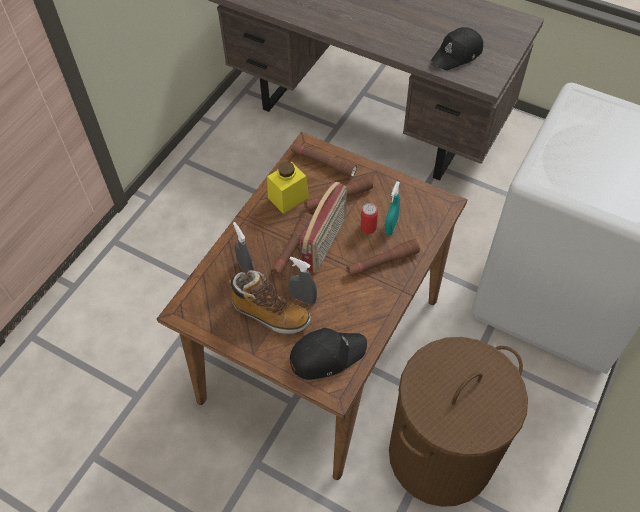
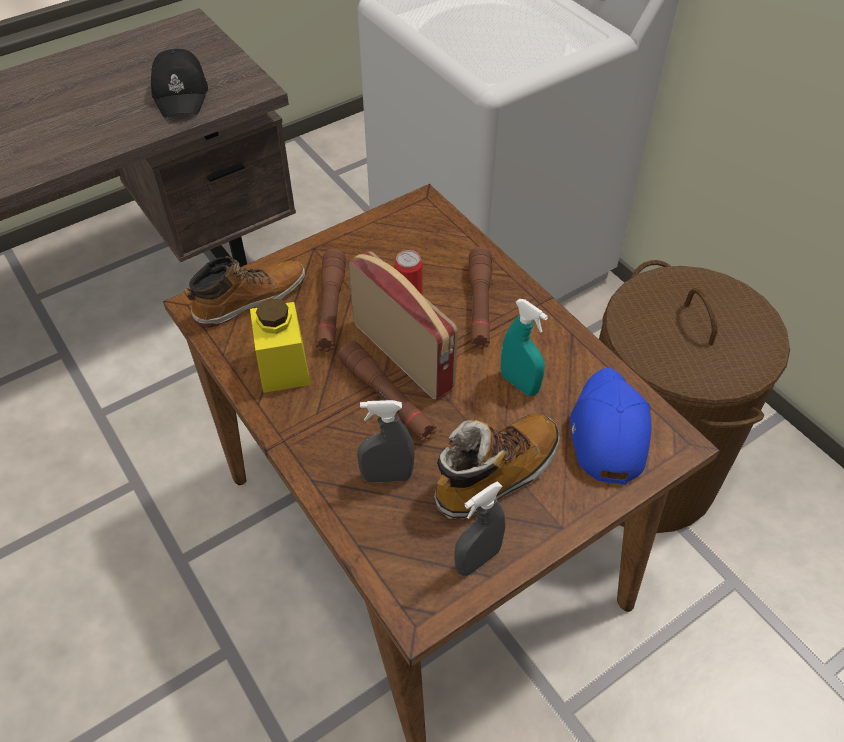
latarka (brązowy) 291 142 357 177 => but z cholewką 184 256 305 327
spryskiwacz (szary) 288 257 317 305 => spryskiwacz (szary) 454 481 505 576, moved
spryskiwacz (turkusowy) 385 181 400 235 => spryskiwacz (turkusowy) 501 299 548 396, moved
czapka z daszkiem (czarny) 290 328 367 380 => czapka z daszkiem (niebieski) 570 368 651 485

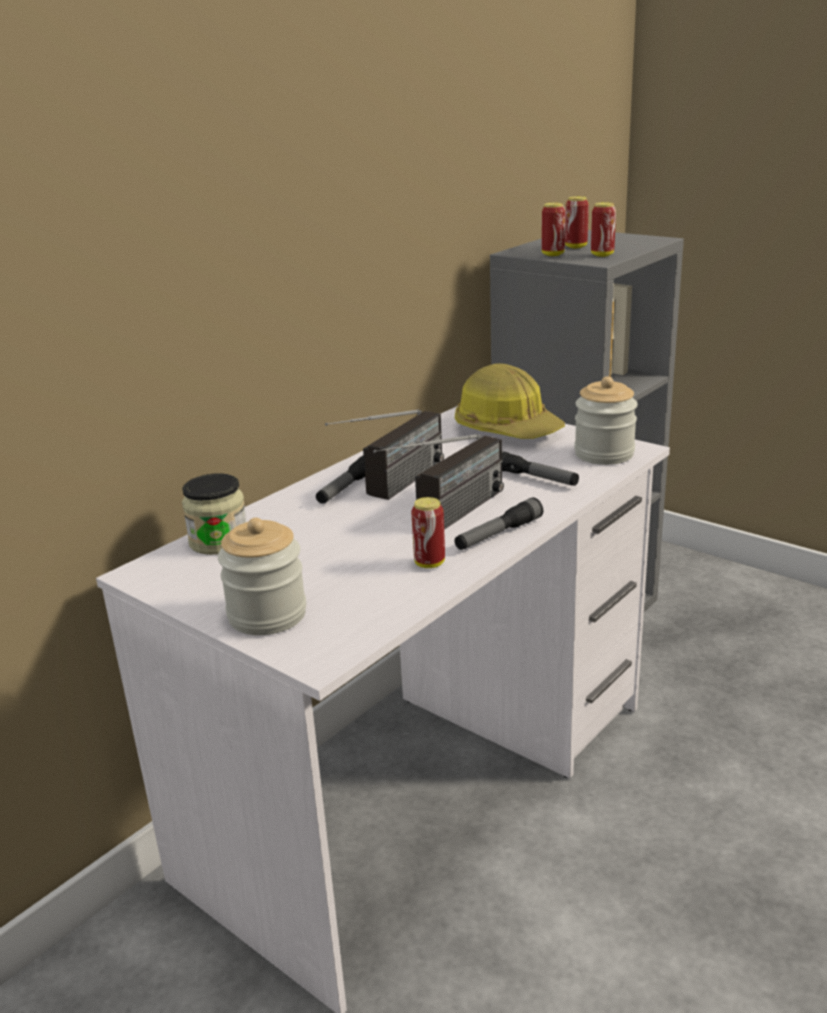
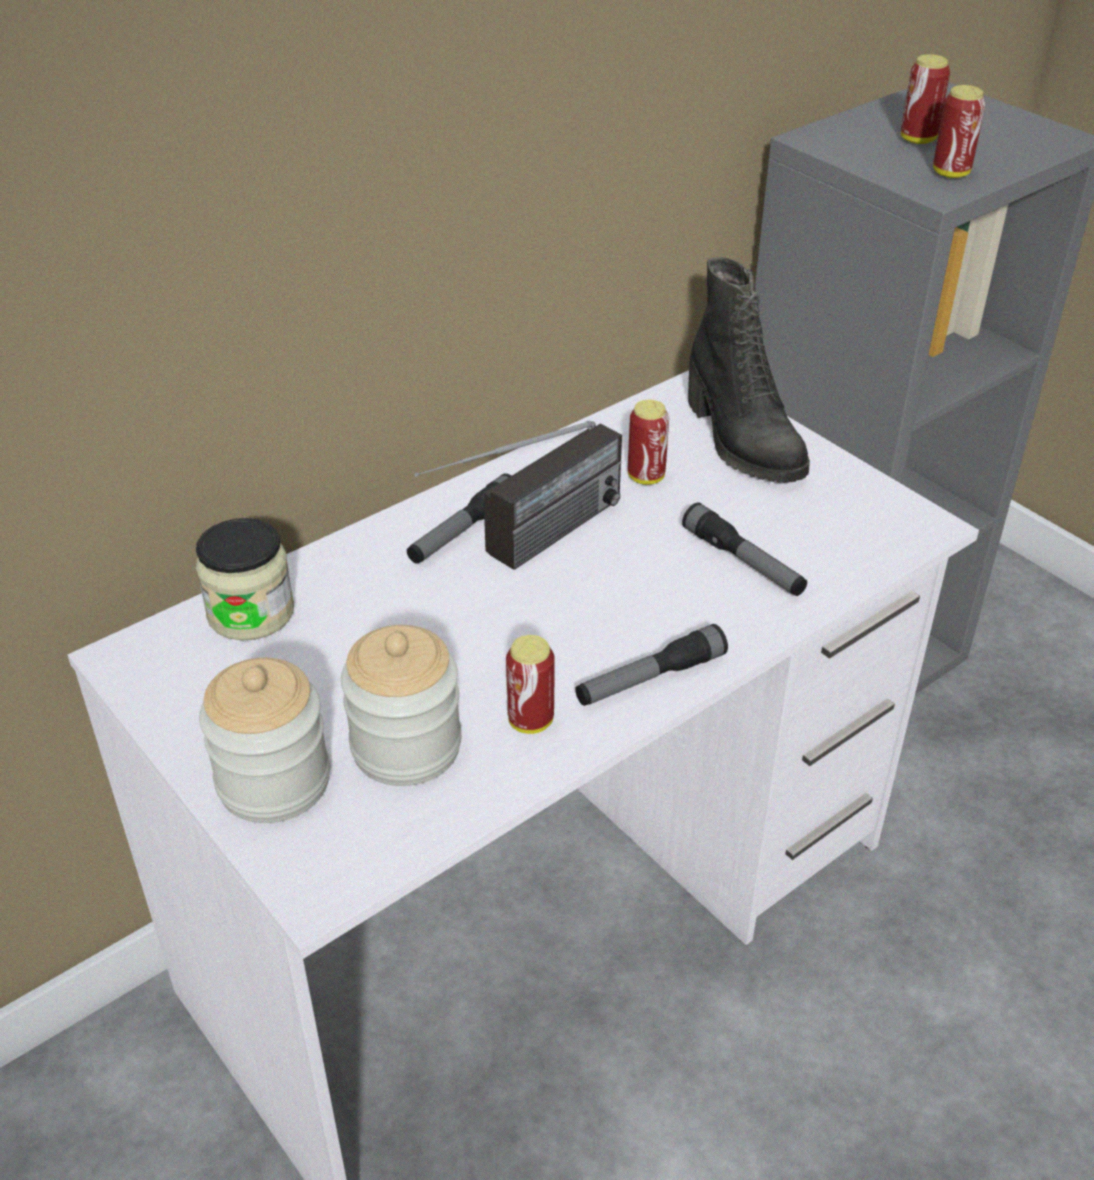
słoik 574 376 638 465 => słoik 341 625 461 786, moved
puszka 542 203 565 256 => puszka 628 400 669 485, moved
kask 455 364 565 439 => but z cholewką (czarny) 688 257 810 483
radio 373 434 504 530 => nothing

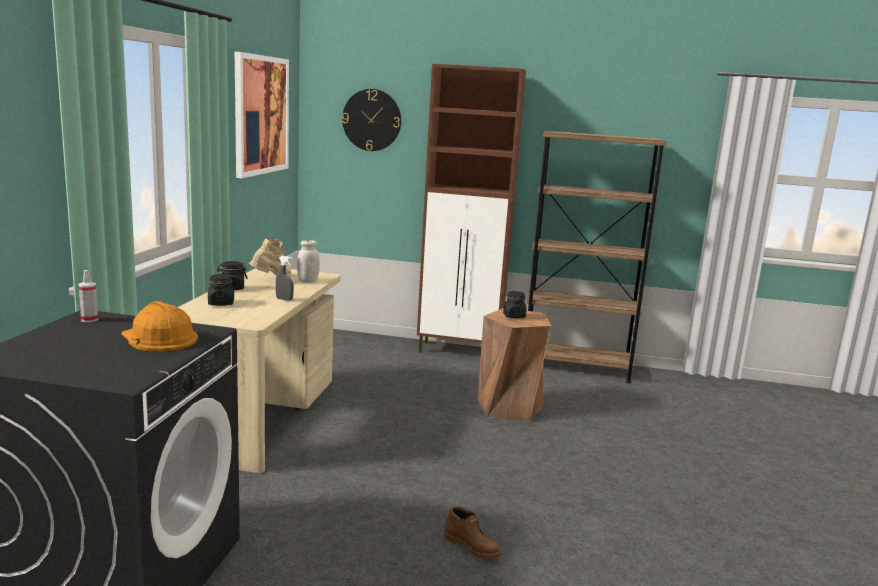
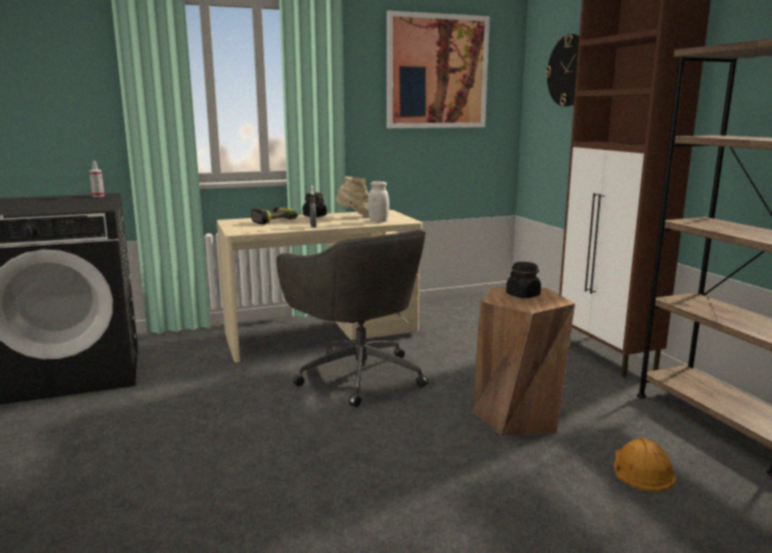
słoik (czarny) 208 274 234 306 => wiertarka 251 207 298 224
nothing => krzesło biurowe (szary) 276 230 428 407
kask (pomarańczowy) 121 301 198 351 => kask (pomarańczowy) 614 438 676 492, moved
but z cholewką (brązowy) 443 506 501 558 => nothing

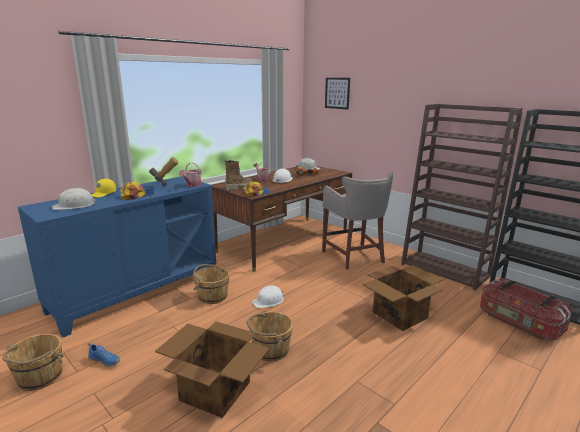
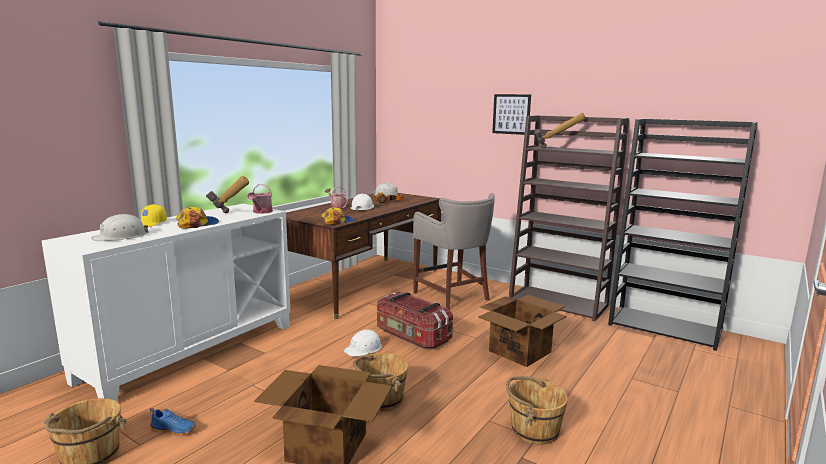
szafka (niebieski) 18 176 216 337 => szafka (biały) 42 204 290 401
pojemnik do przechowywania 480 278 573 341 => pojemnik do przechowywania 377 291 453 349, moved
obraz 325 78 350 110 => obraz 492 94 531 135, moved
wiadro (brązowy) 193 264 230 304 => wiadro (brązowy) 506 376 568 445, moved
nothing => młotek 534 113 586 148
but z cholewką 225 160 252 191 => nothing

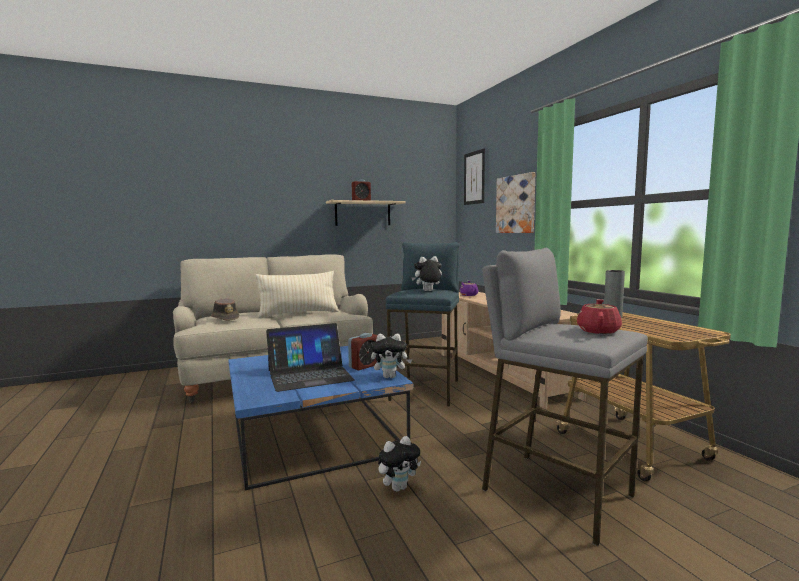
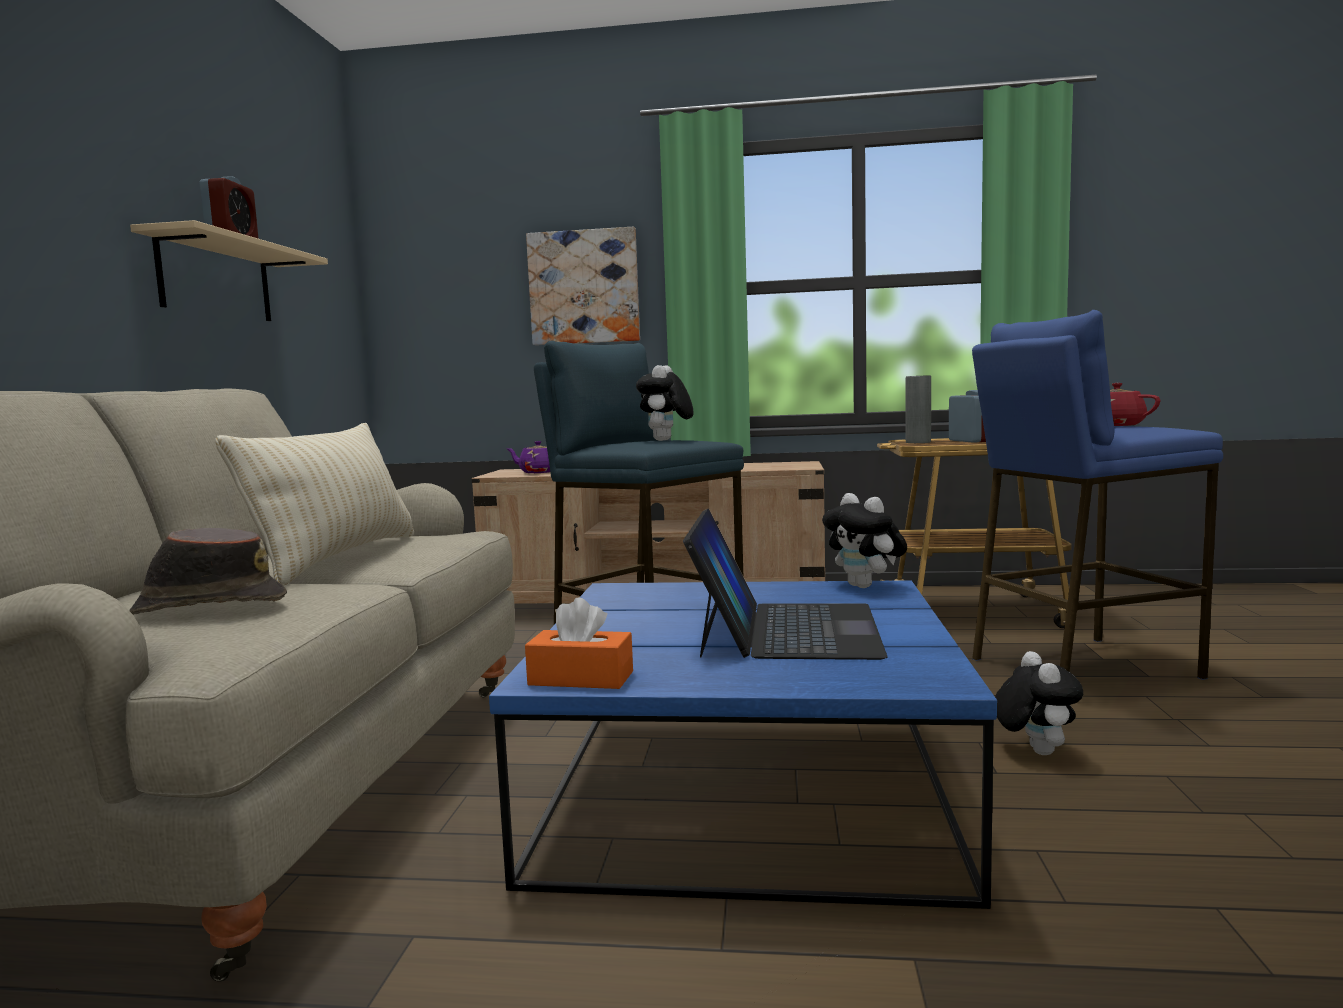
nothing => pudełko chusteczek (pomarańczowy) 525 598 633 689
pluszak 371 334 412 378 => pluszak 822 493 907 588, 120 degrees clockwise
budzik 348 333 378 370 => budzik 949 390 986 443, moved
stołek (szary) 482 248 648 546 => stołek (niebieski) 972 310 1223 680
obraz 464 148 485 205 => nothing

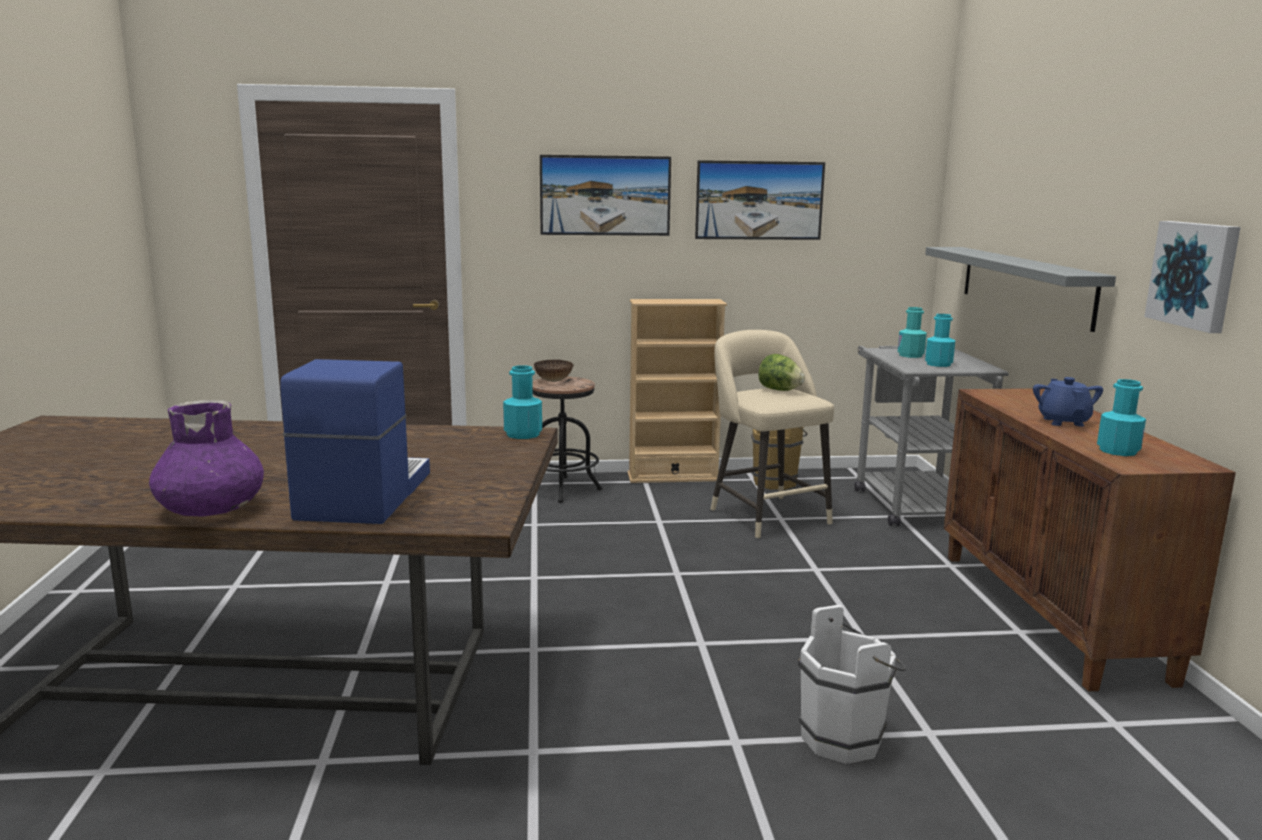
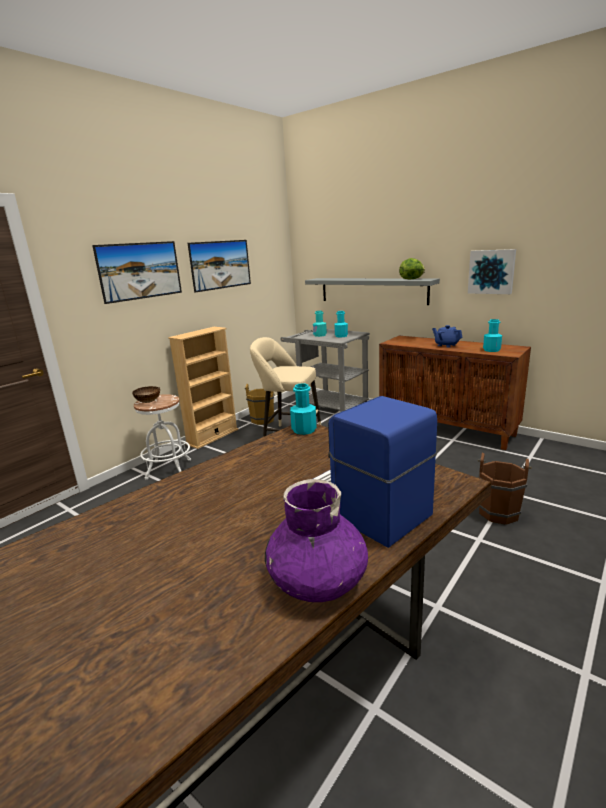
stołek (czarny) 532 377 602 503 => stołek (biały) 134 394 191 479
sałata 758 354 805 391 => sałata 399 258 425 279, moved
wiadro (biały) 798 605 906 764 => wiadro (brązowy) 478 453 532 525

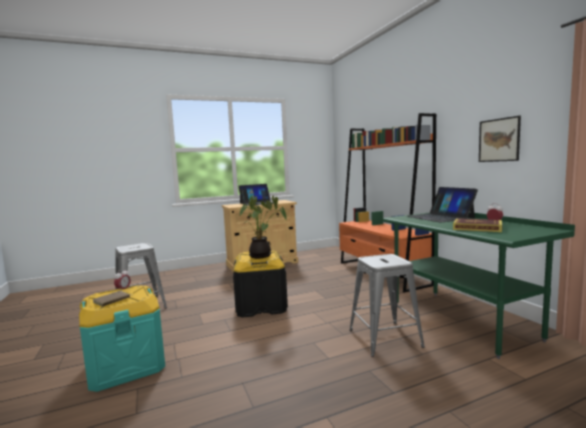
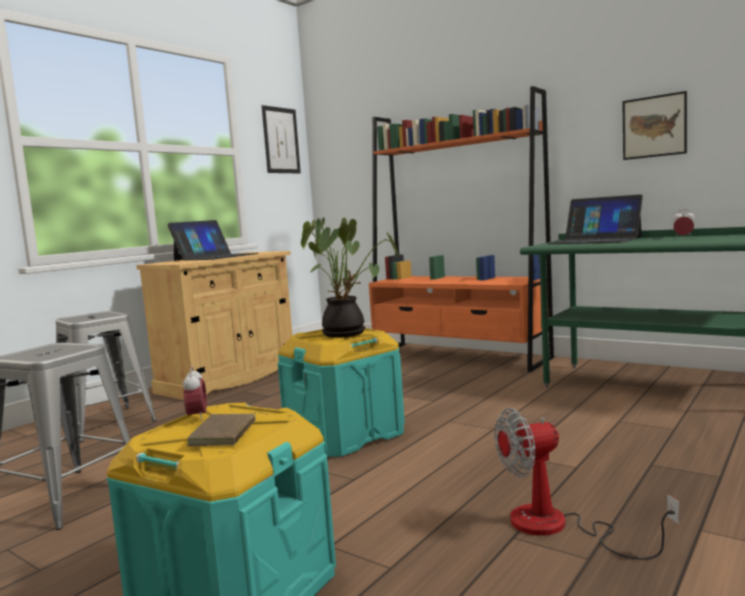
stołek (szary) 350 254 425 357 => stołek (szary) 56 311 156 442, moved
nothing => obraz 262 105 301 173
pojemnik do przechowywania (czarny) 233 250 288 318 => pojemnik do przechowywania (turkusowy) 278 328 405 457
nothing => wentylator 494 408 679 560
książka 453 218 502 232 => nothing

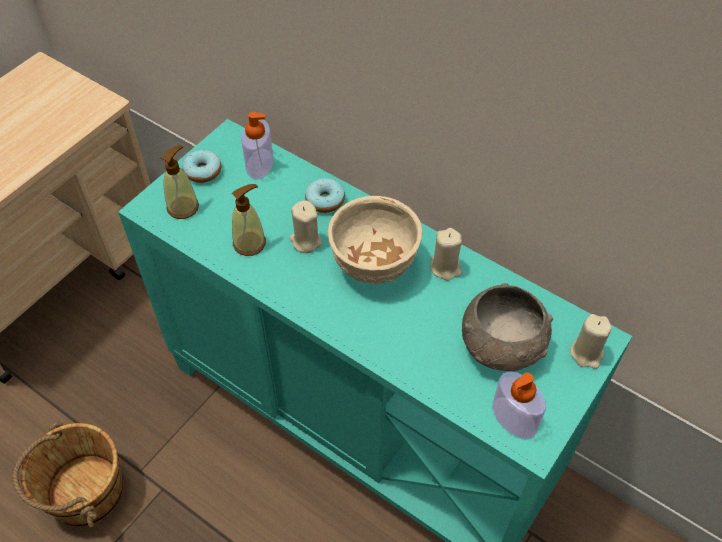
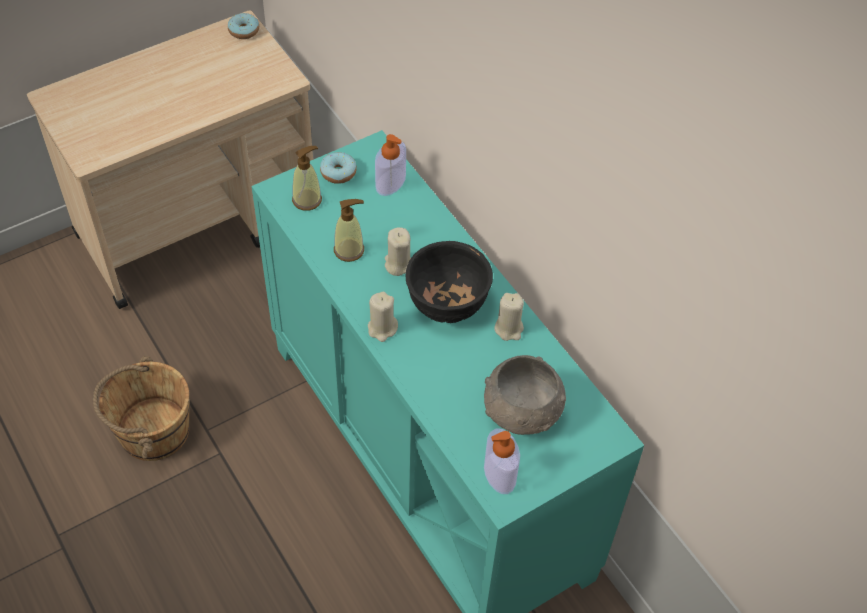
donut 305 178 345 213 => donut 228 13 259 39, moved
świeca (beżowy) 570 314 612 369 => świeca (beżowy) 368 292 398 342, moved
miska (beżowy) 328 196 422 284 => miska (czarny) 406 241 493 323

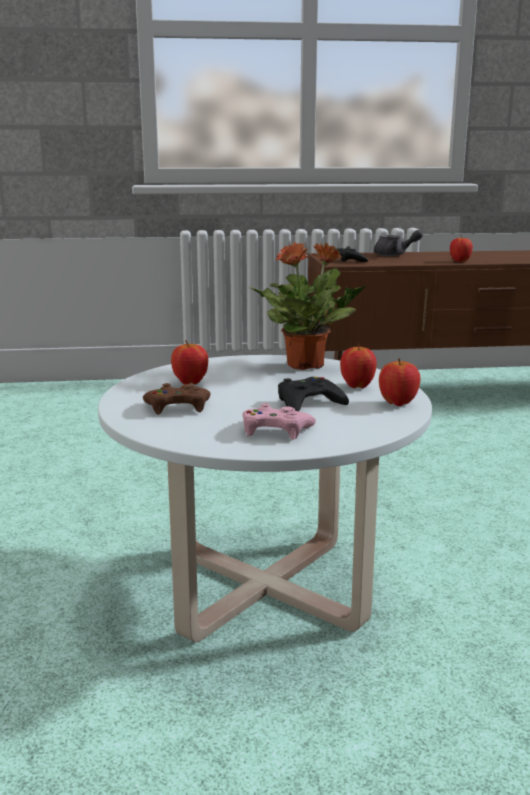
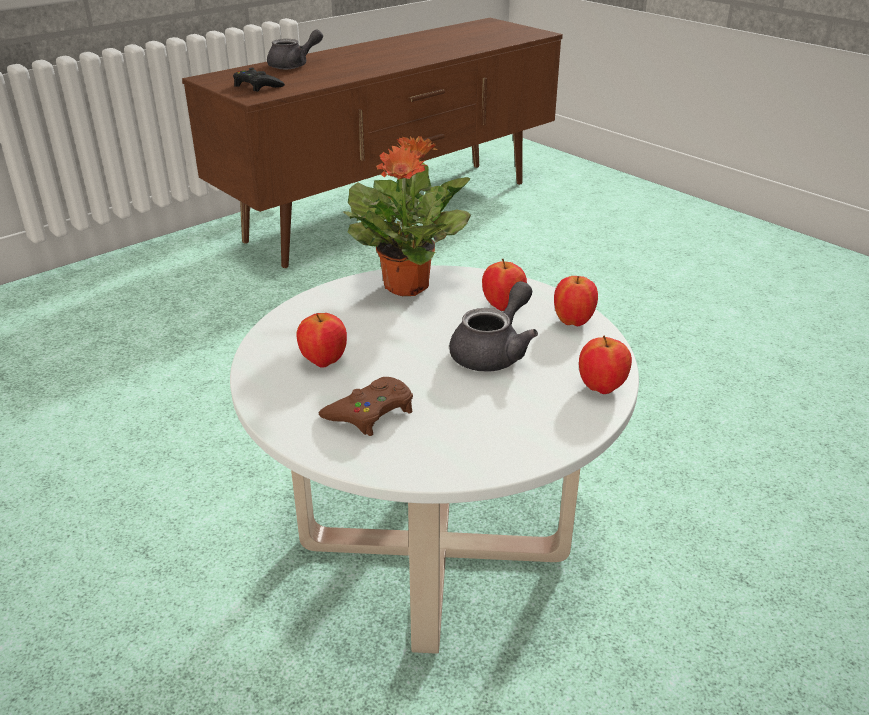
pad do gier (czarny) 278 377 349 411 => imbryk (szary) 449 281 538 372
jabłko 450 236 473 262 => jabłko 579 336 632 394, moved
pad do gier (różowy) 242 403 316 440 => nothing

